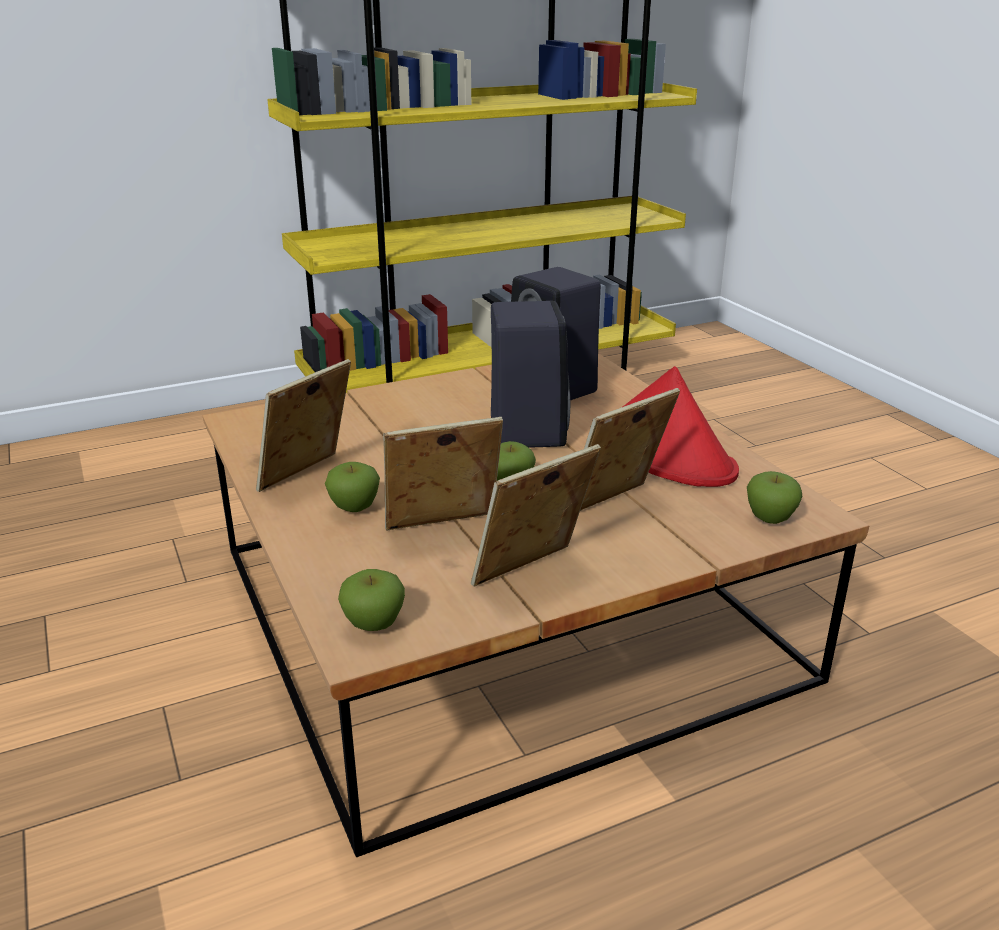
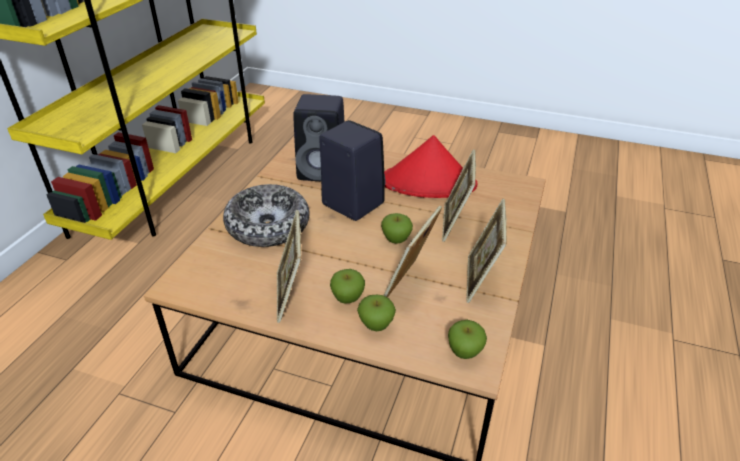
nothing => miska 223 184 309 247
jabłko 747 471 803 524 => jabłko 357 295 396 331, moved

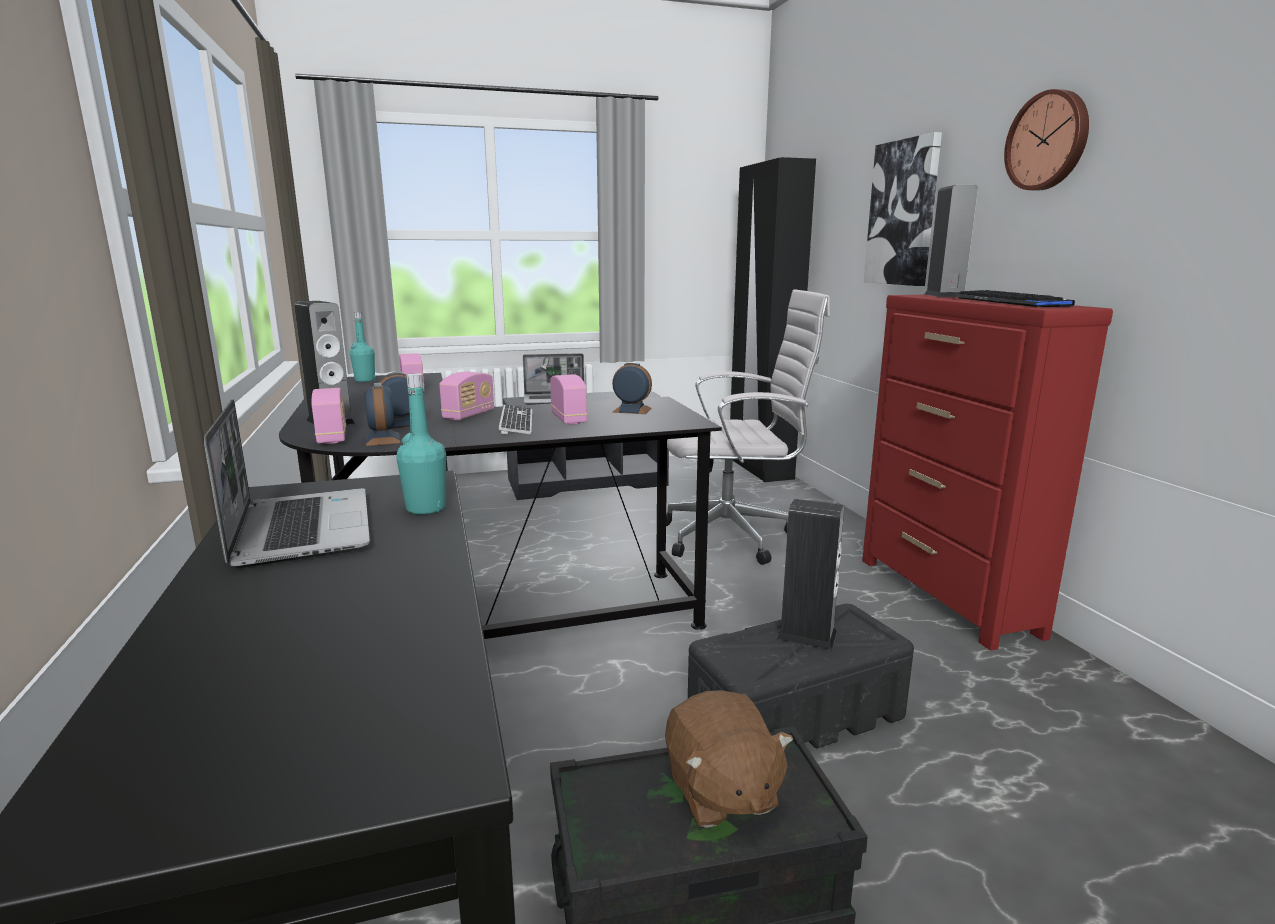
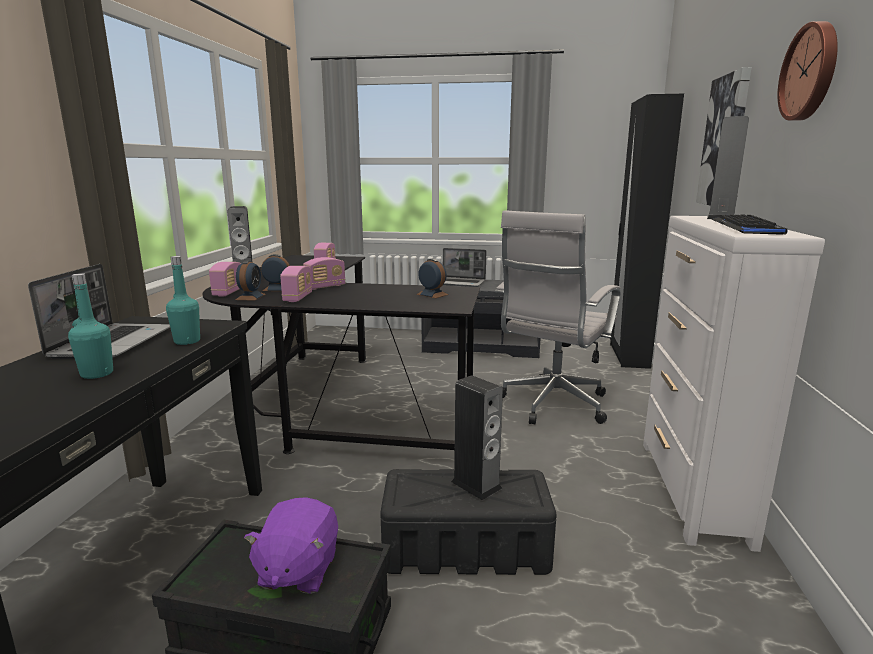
butelka (turkusowy) 350 312 375 382 => butelka (turkusowy) 68 273 113 379, moved
pluszak (brązowy) 665 690 793 828 => pluszak (fioletowy) 244 497 338 594
radio 550 374 587 425 => radio 280 266 312 302, moved
krzesło biurowe (biały) 666 289 830 565 => krzesło biurowe (biały) 495 211 620 425, 105 degrees clockwise
komoda (czerwony) 862 295 1113 650 => komoda (biały) 643 216 825 552
klawiatura 498 405 532 434 => nothing

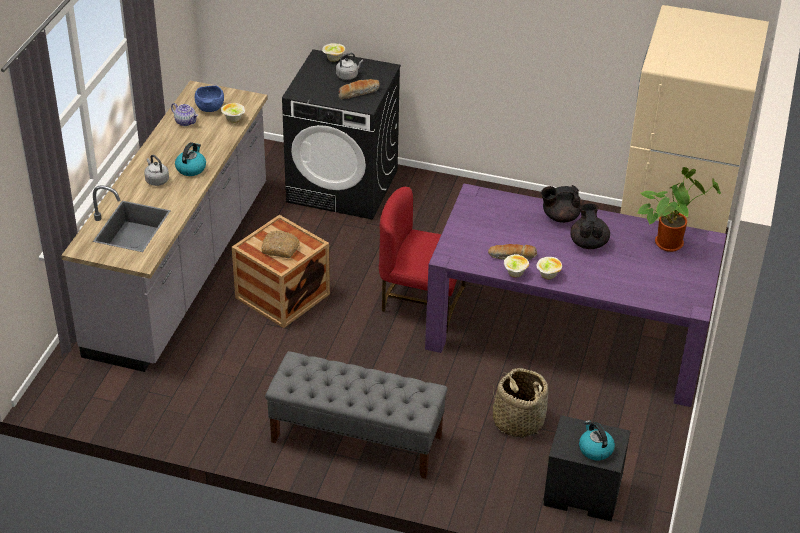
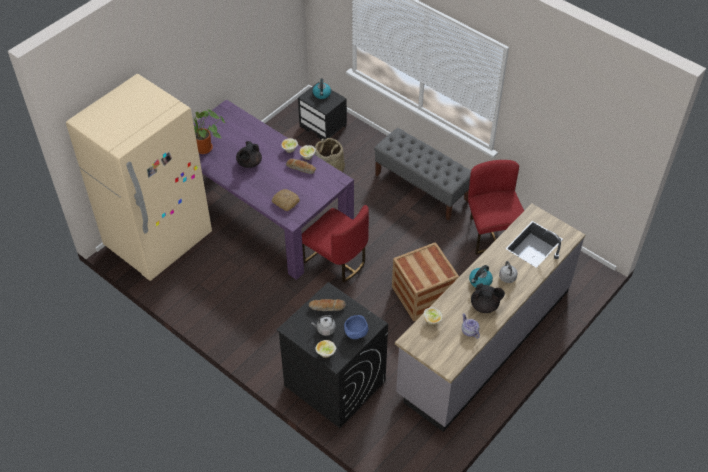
chleb 261 231 300 258 => chleb 272 189 300 211, moved
miska (niebieski) 195 85 224 112 => miska (niebieski) 344 315 368 339, moved
nothing => krzesło (czerwony) 468 160 524 255
imbryk (czarny) 541 185 581 223 => imbryk (czarny) 471 283 505 313, moved

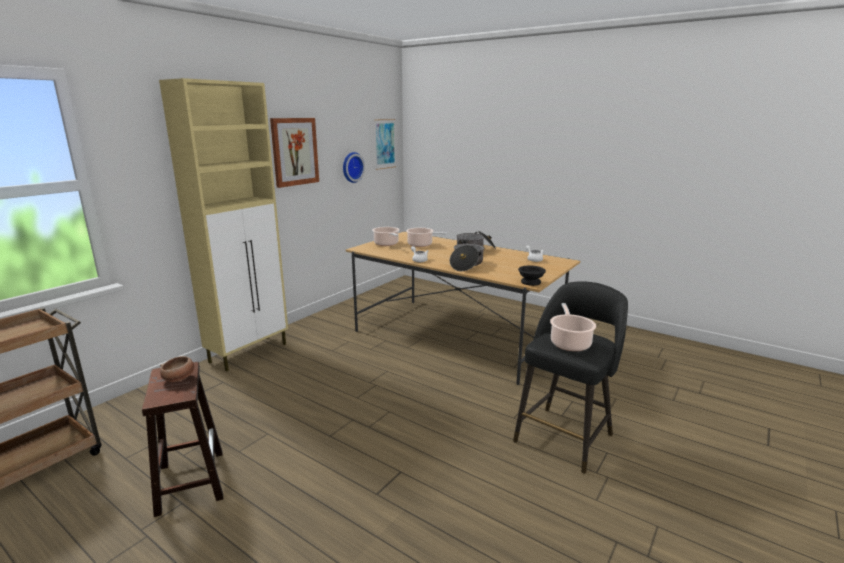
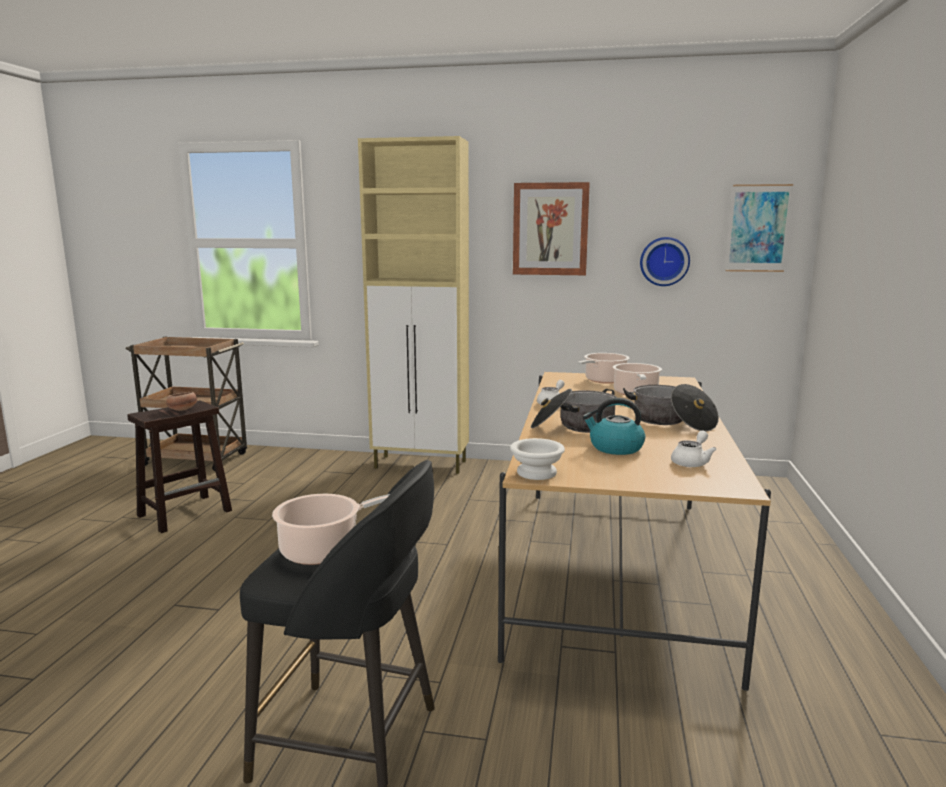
miska (czarny) 518 265 546 286 => miska (biały) 510 438 565 480
nothing => czajnik 583 398 645 455

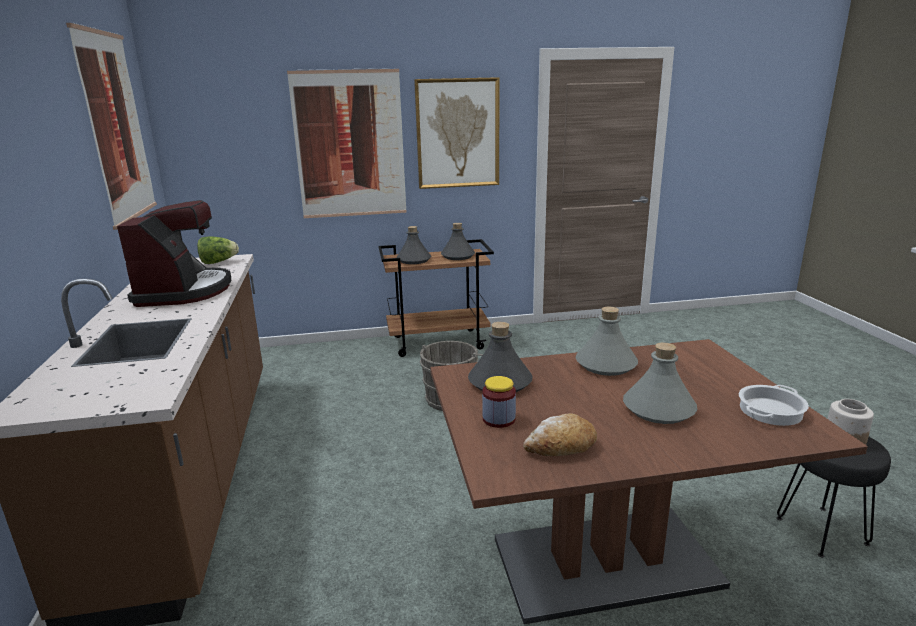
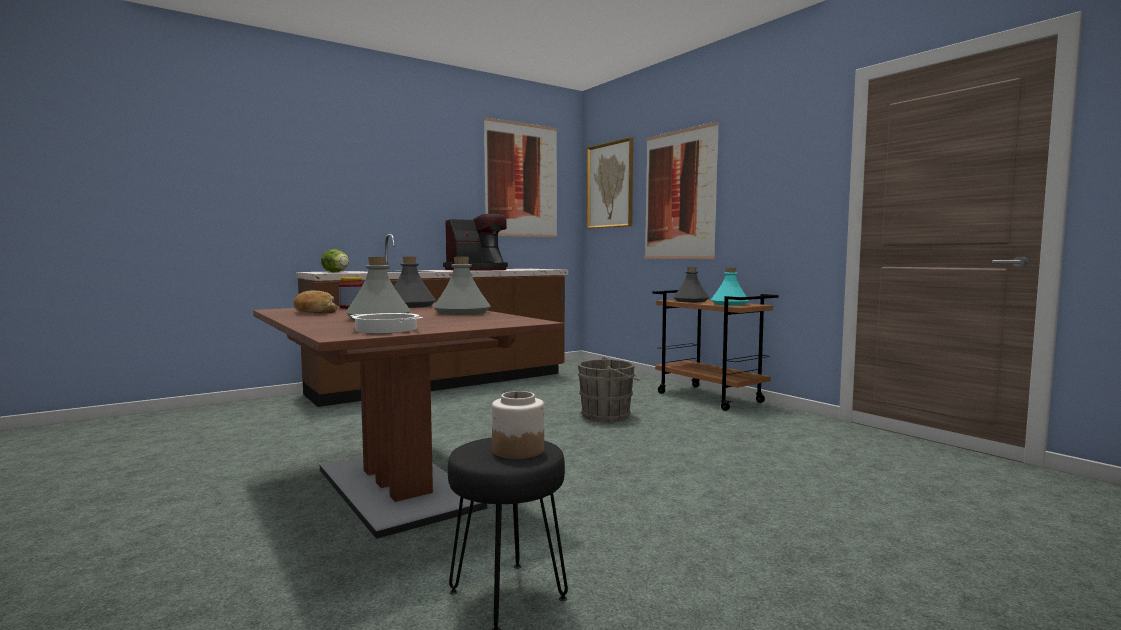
sałata 197 236 239 264 => sałata 321 249 349 272, moved
obraz 414 77 500 189 => obraz 587 137 633 229, moved
butelka (szary) 441 223 475 260 => butelka (turkusowy) 711 268 749 305

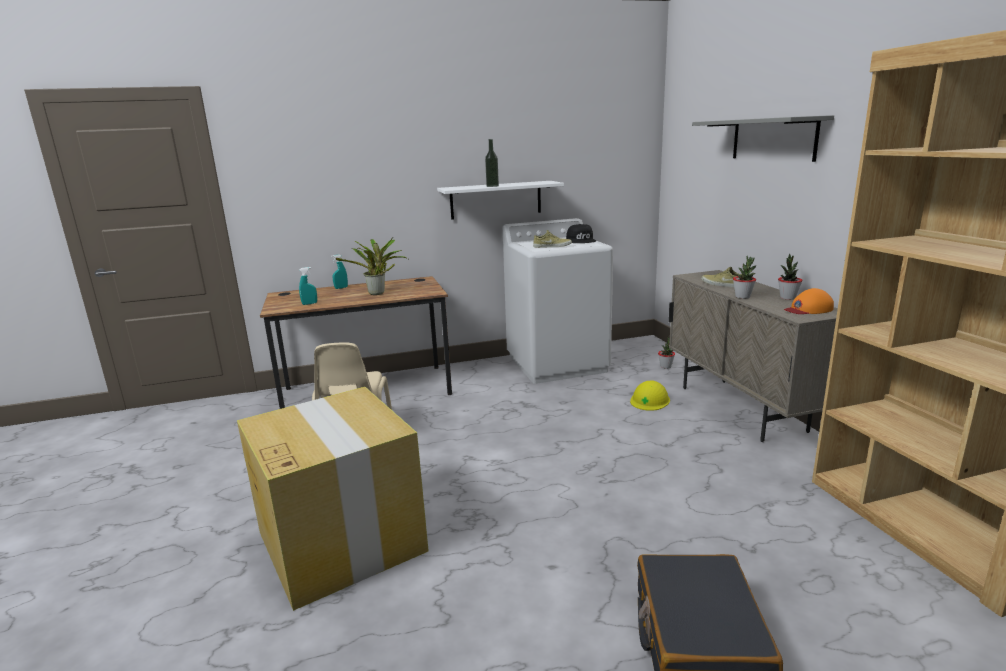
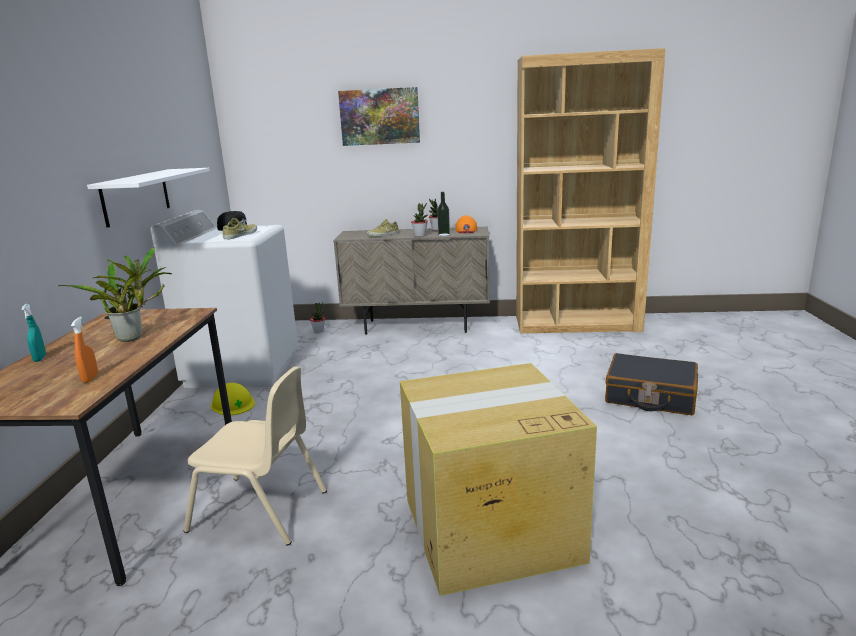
spryskiwacz (turkusowy) 299 267 317 305 => spryskiwacz (pomarańczowy) 71 317 98 383
kask (żółty) 630 380 670 411 => kask (żółty) 211 383 255 415, moved
półka (szary) 692 115 834 162 => obraz 338 87 420 146
butelka 485 139 499 187 => butelka 437 192 450 236, moved

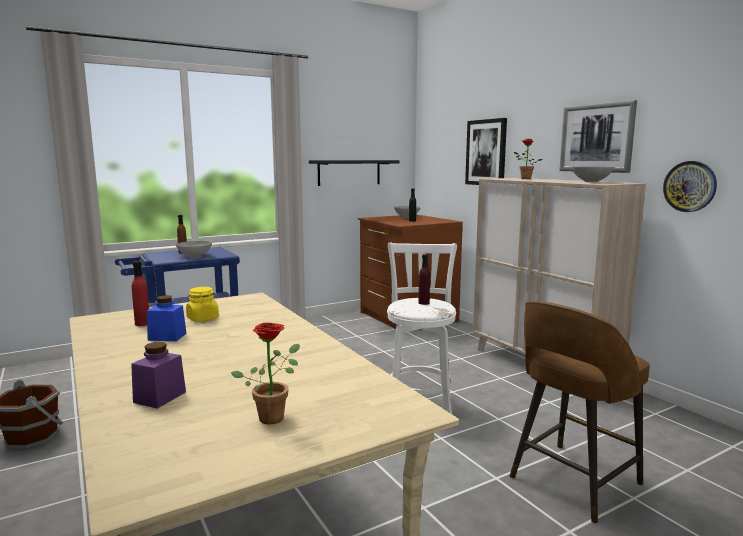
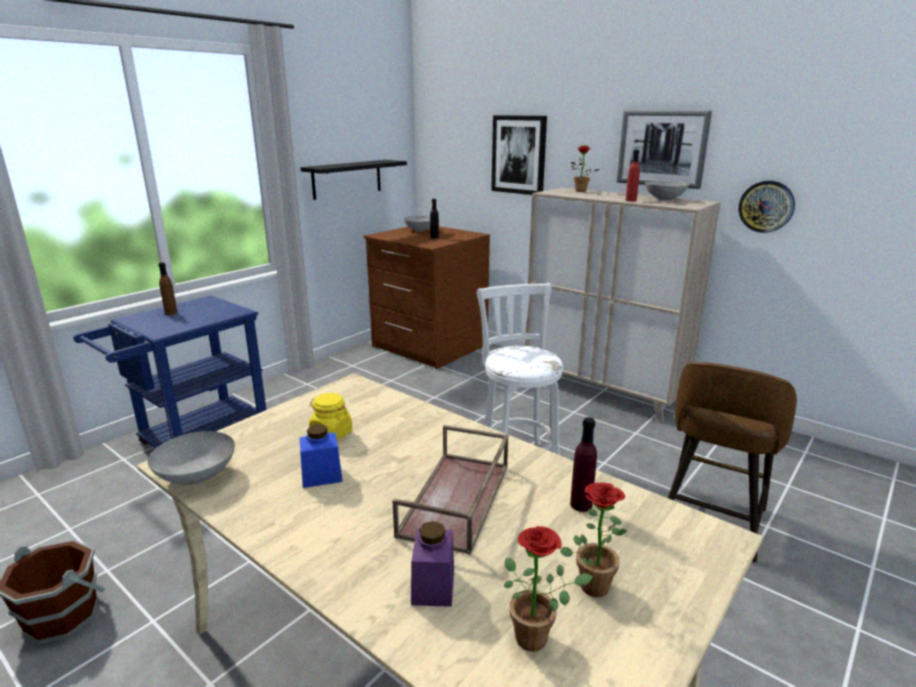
miska (szary) 176 241 212 258 => miska (szary) 148 431 235 485, moved
nothing => taca (brązowy) 393 425 509 555
nothing => roślina doniczkowa 504 526 593 651
butelka (fioletowy) 419 254 430 305 => butelka (fioletowy) 570 417 597 512, moved
butelka (czerwony) 132 261 149 326 => butelka (czerwony) 625 150 640 202, moved

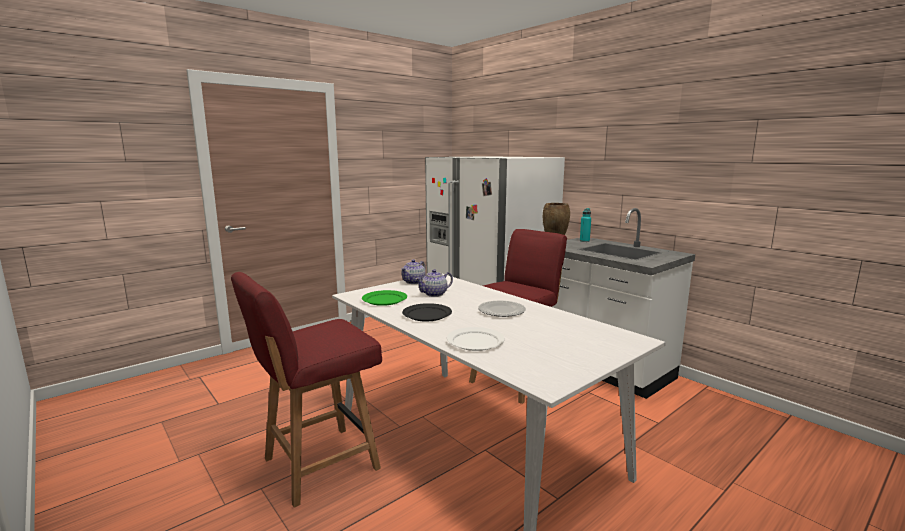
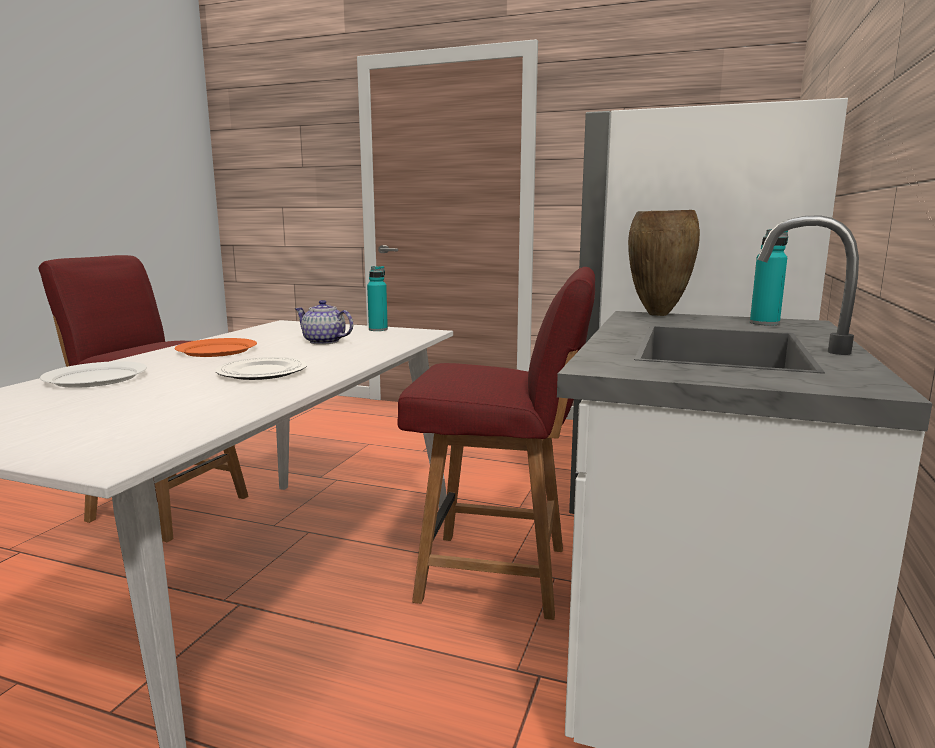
talerz (czarny) 402 303 452 321 => talerz (pomarańczowy) 175 338 257 357
imbryk 401 259 426 284 => butelka (turkusowy) 367 266 388 331
talerz (zielony) 362 290 407 306 => nothing

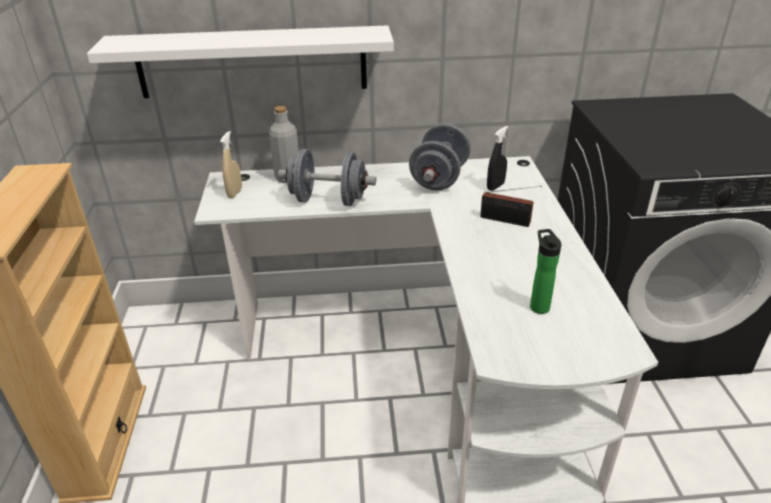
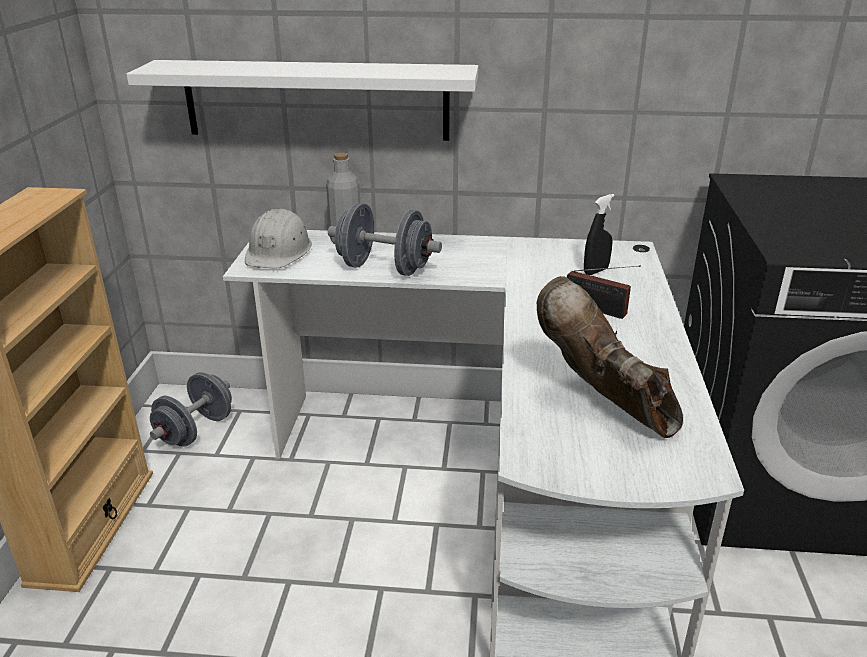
hantel (szary) 409 123 471 191 => hantel (szary) 150 372 232 447, moved
spryskiwacz (beżowy) 220 131 242 198 => kask (biały) 245 209 312 268
butelka 530 229 561 314 => but z cholewką (brązowy) 537 276 683 438

